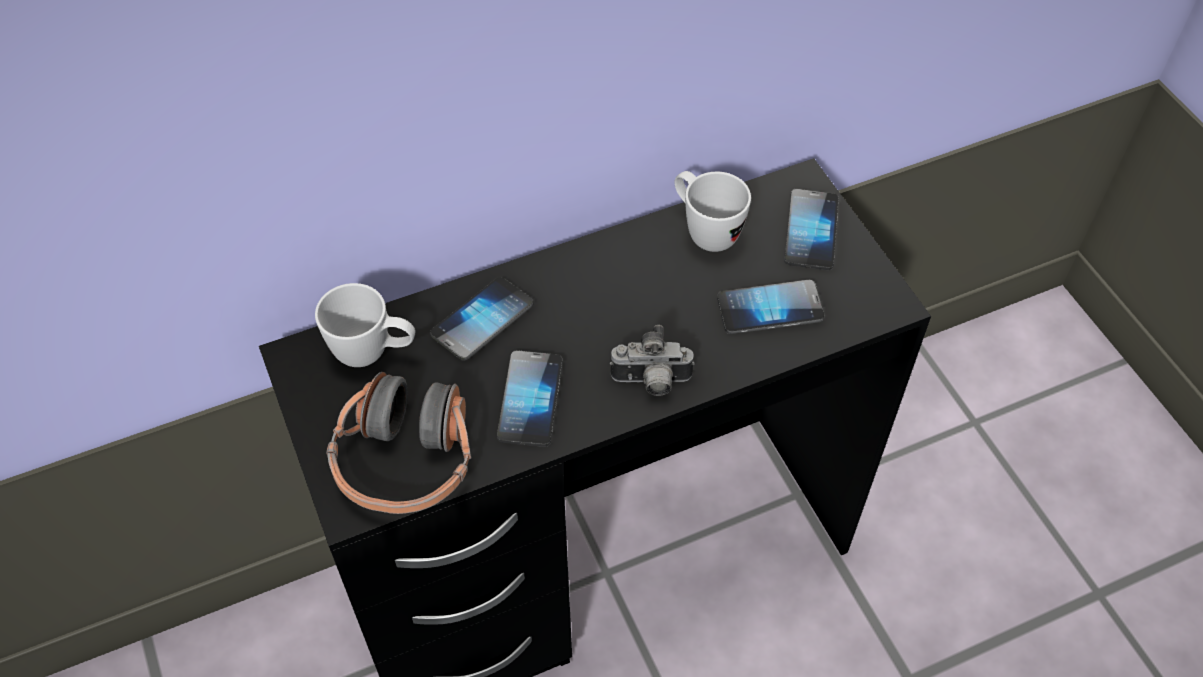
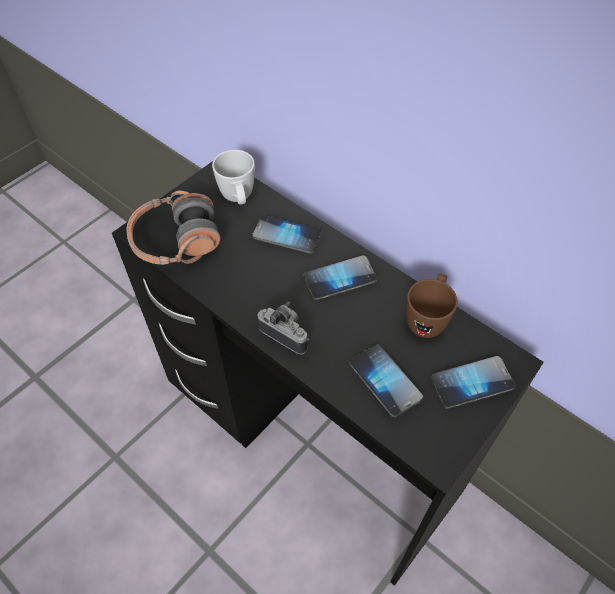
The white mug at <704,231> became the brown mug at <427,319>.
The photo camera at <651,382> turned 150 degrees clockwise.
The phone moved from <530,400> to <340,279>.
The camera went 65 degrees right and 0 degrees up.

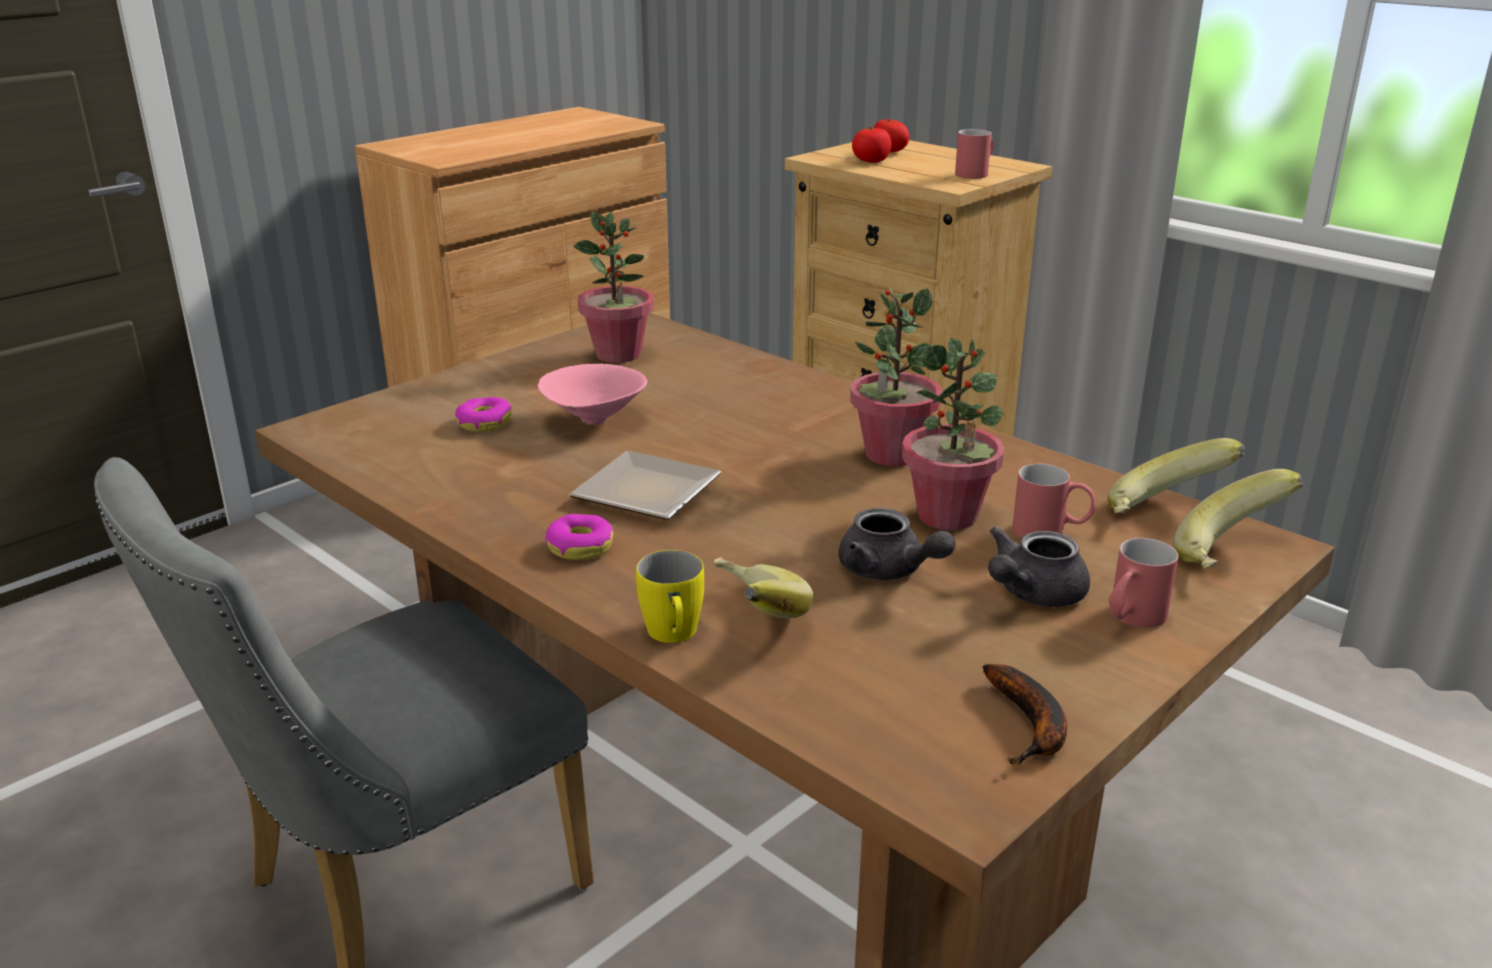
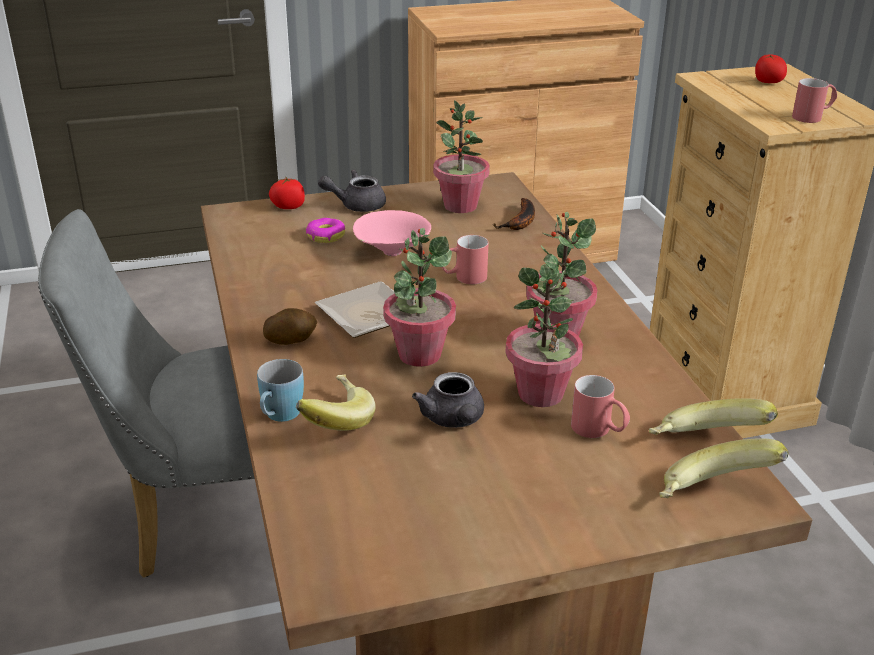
The tomato moved from <870,161> to <288,206>.
The donut at <580,547> was replaced by the potato at <291,339>.
The grey teapot moved from <1032,594> to <356,205>.
The red mug moved from <1131,619> to <463,278>.
The yellow mug at <674,636> became the blue mug at <279,416>.
The banana moved from <1030,726> to <520,222>.
The potted plant at <419,354> appeared.
The camera went 30 degrees right and 5 degrees up.

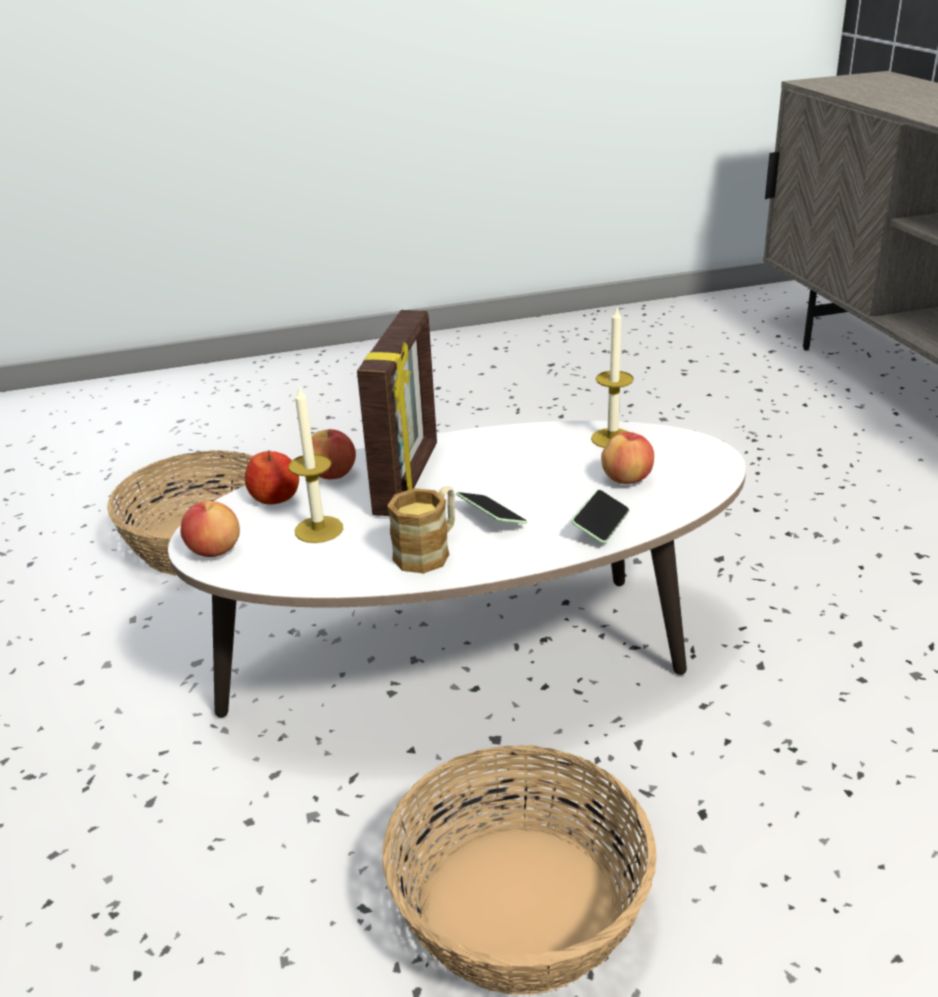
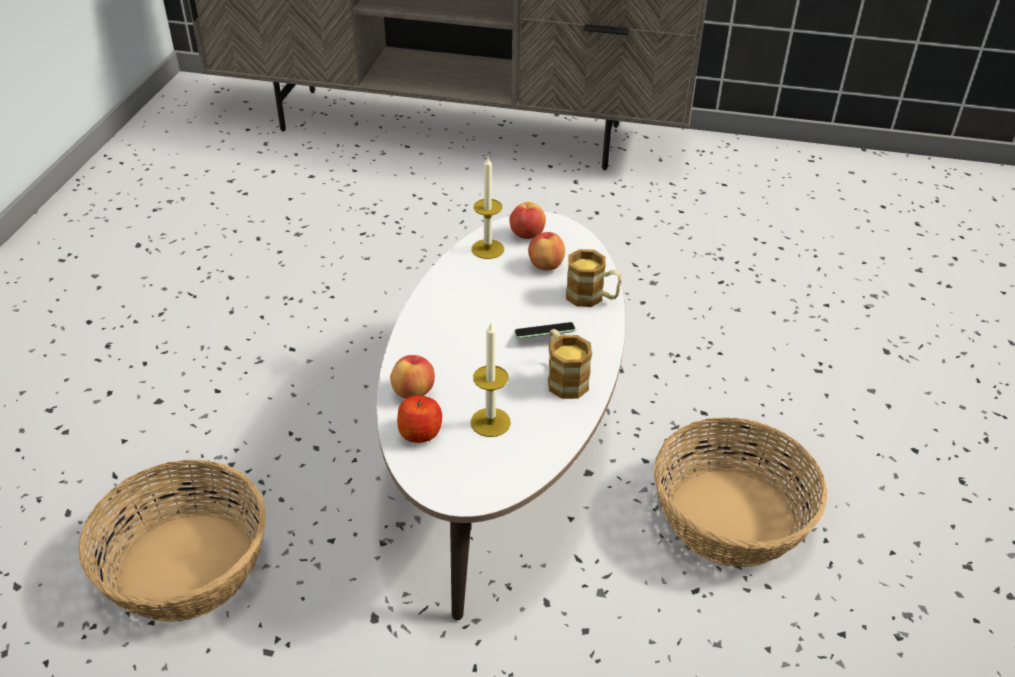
The picture frame at <409,480> disappeared.
The phone at <600,526> was replaced by the mug at <592,297>.
The apple moved from <214,551> to <527,235>.
The camera went 65 degrees left and 10 degrees up.

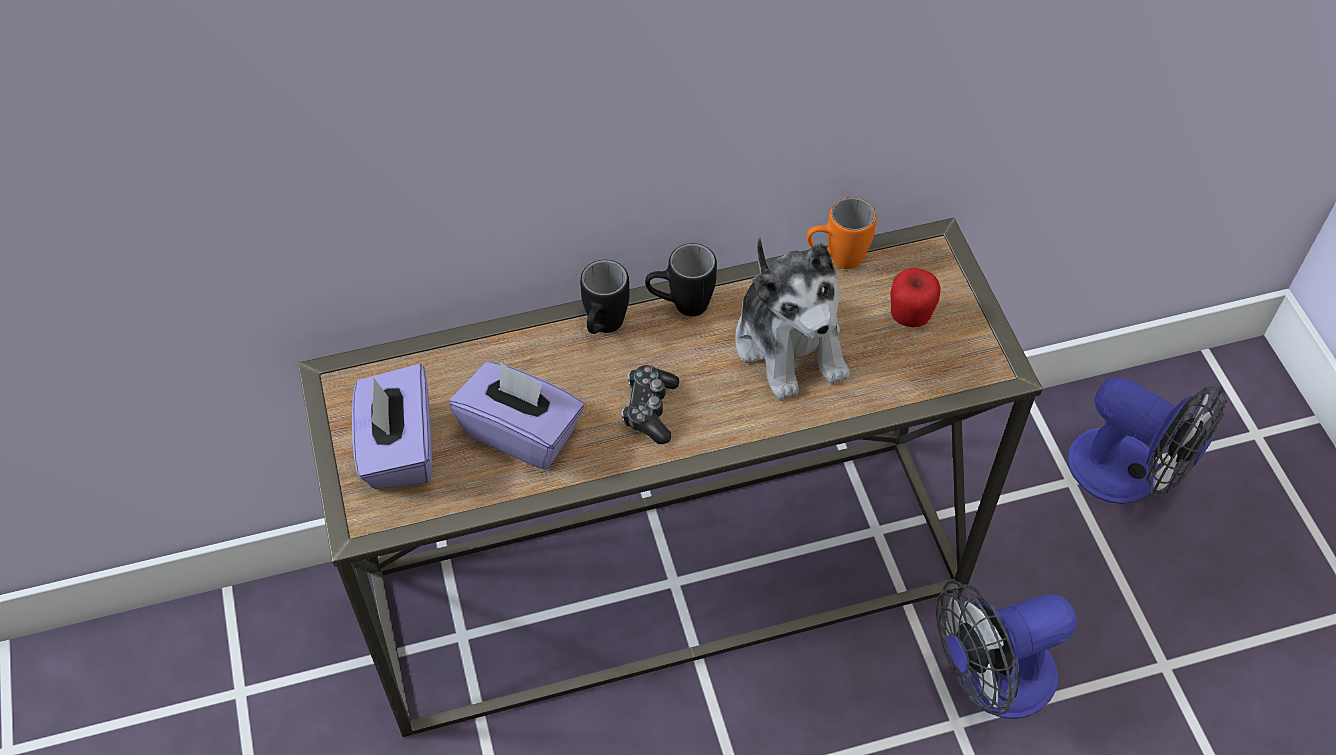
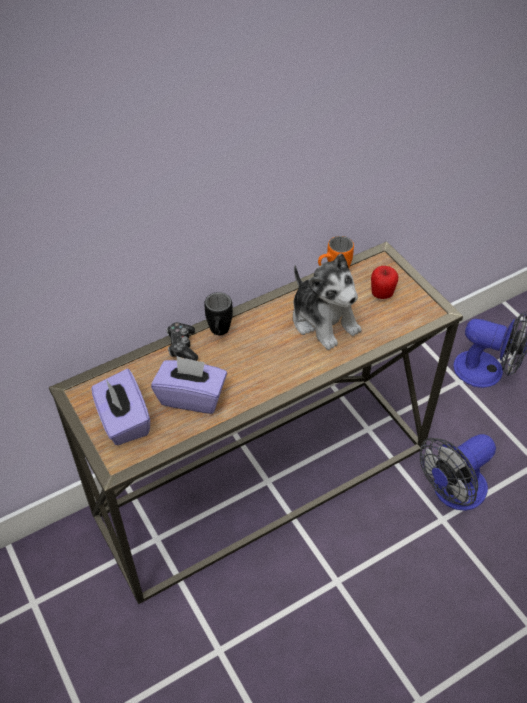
The black mug at <680,305> disappeared.
The game controller moved from <650,409> to <182,346>.
The camera went 15 degrees left and 5 degrees down.

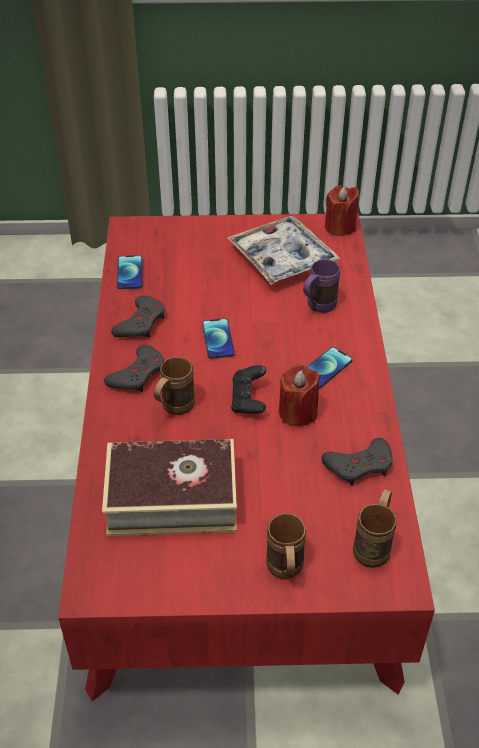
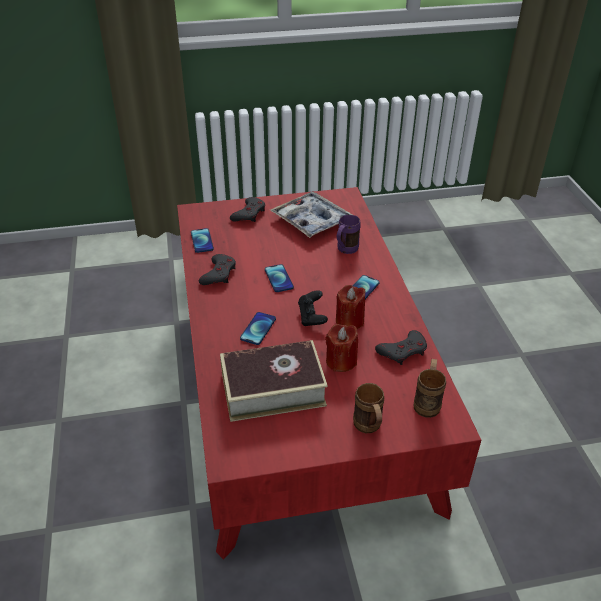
The red candle moved from <340,227> to <341,361>.
The grey game controller moved from <137,374> to <249,214>.
The brown mug at <173,409> was replaced by the phone at <258,329>.
The camera went 10 degrees left and 5 degrees down.

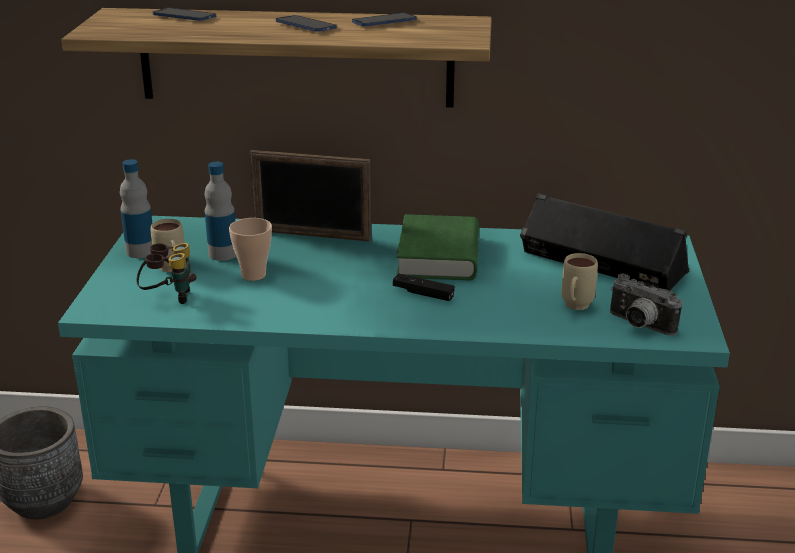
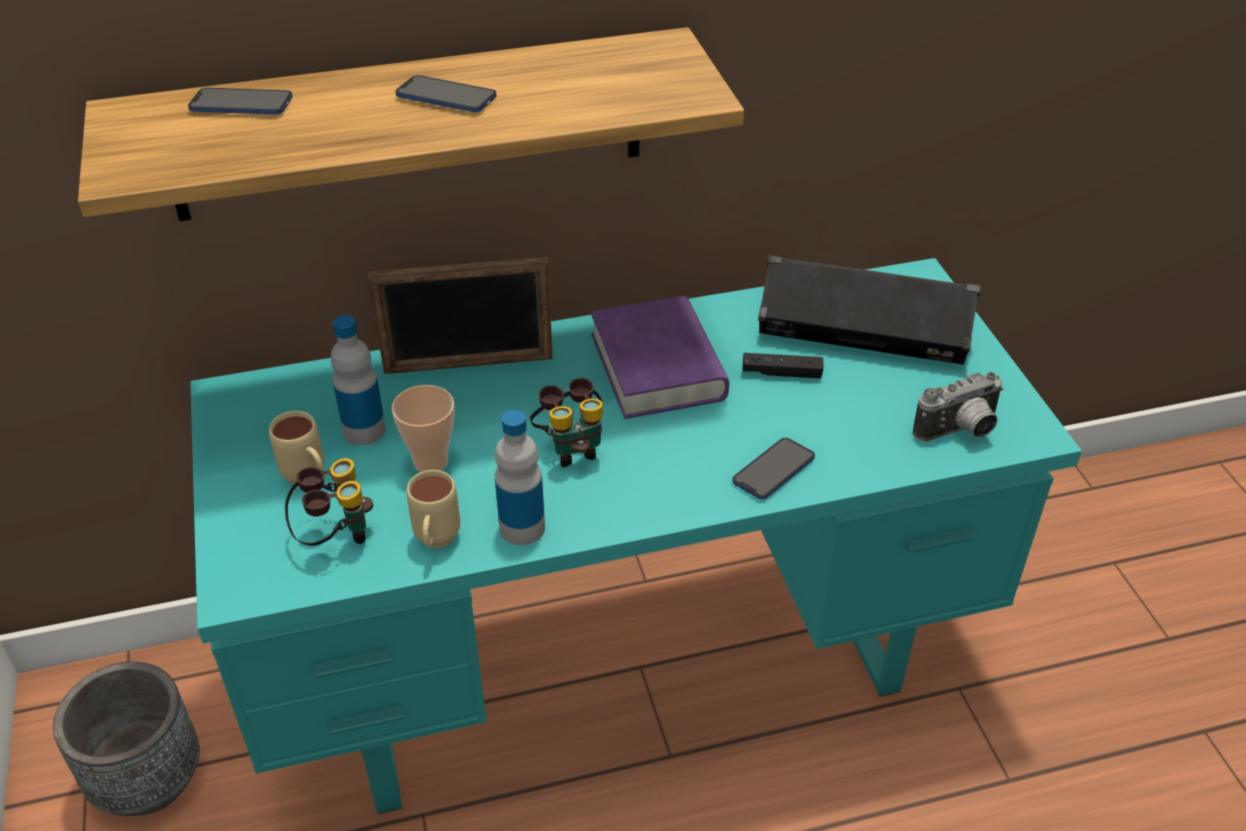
The phone moved from <384,22> to <773,470>.
The bottle moved from <140,251> to <522,528>.
The green book at <438,257> became the purple book at <657,367>.
The beige mug moved from <575,308> to <436,544>.
The black game controller moved from <423,293> to <781,373>.
The photo camera at <638,326> turned 45 degrees counterclockwise.
The binoculars at <571,447> appeared.
The camera went 20 degrees left and 15 degrees up.

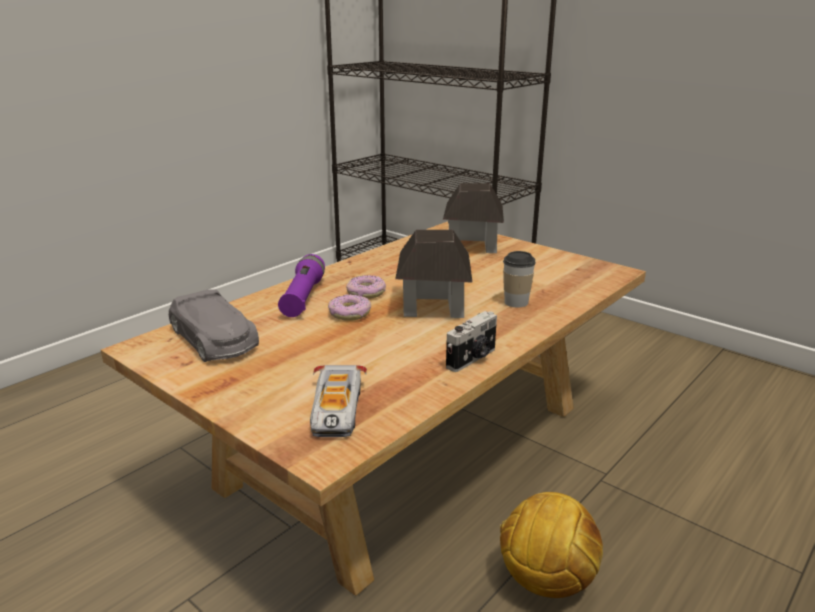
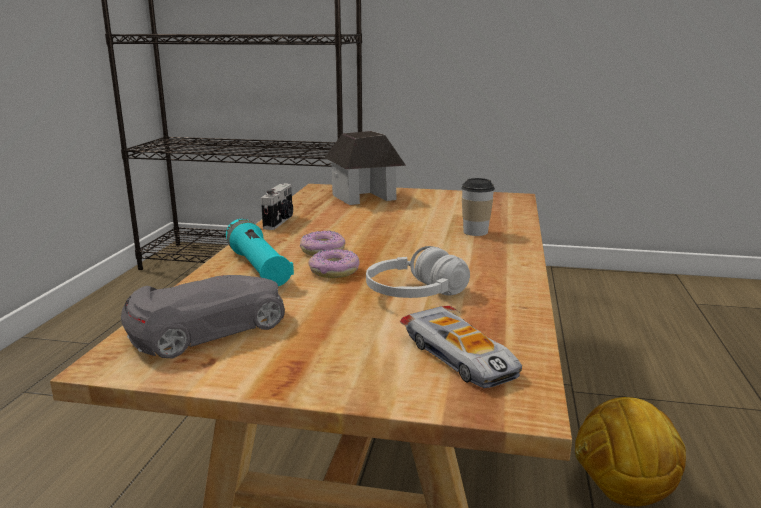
The toy house at <433,306> disappeared.
The purple flashlight at <303,297> became the turquoise flashlight at <258,267>.
The grey toy car at <214,339> turned 60 degrees counterclockwise.
The photo camera moved from <473,359> to <280,222>.
The white headphones at <415,294> appeared.
The camera went 30 degrees left and 5 degrees down.

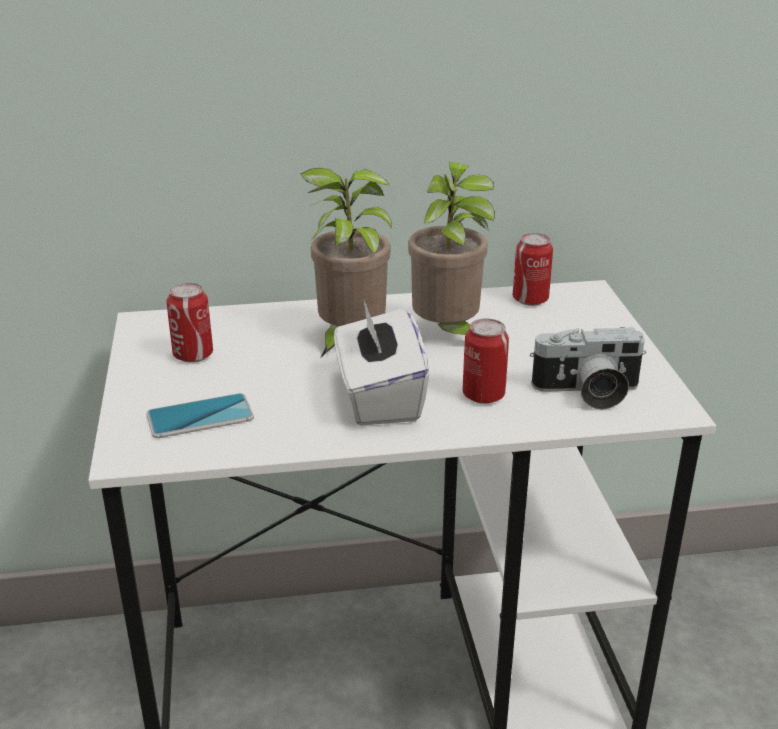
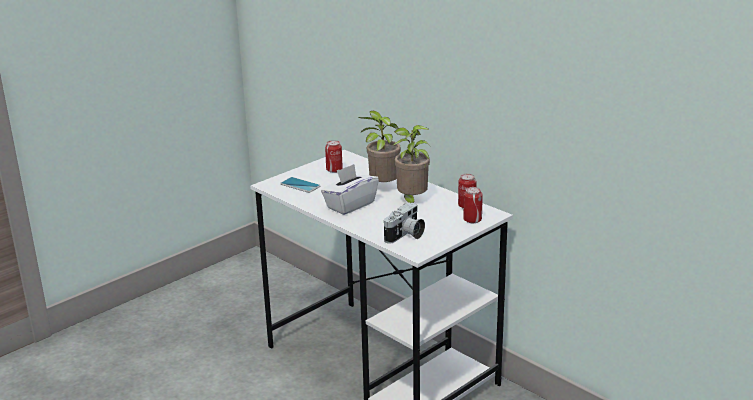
The can moved from <483,395> to <472,220>.
The photo camera at <587,393> turned 105 degrees counterclockwise.
The camera went 55 degrees right and 5 degrees down.

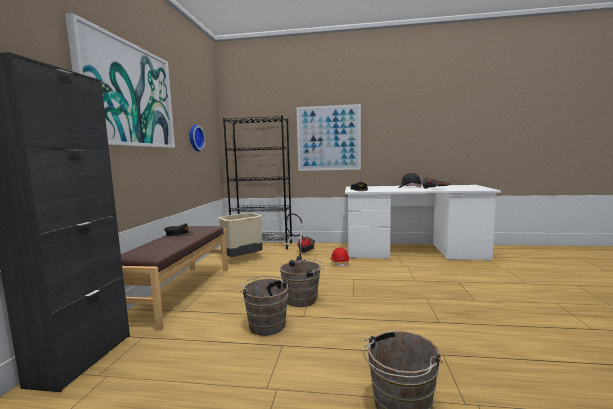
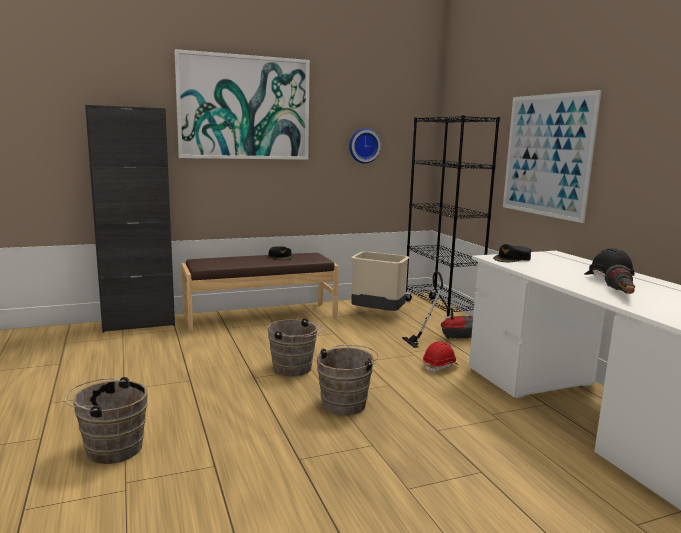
The brown bucket moved from <266,324> to <346,403>.
The camera went 60 degrees right and 5 degrees up.

